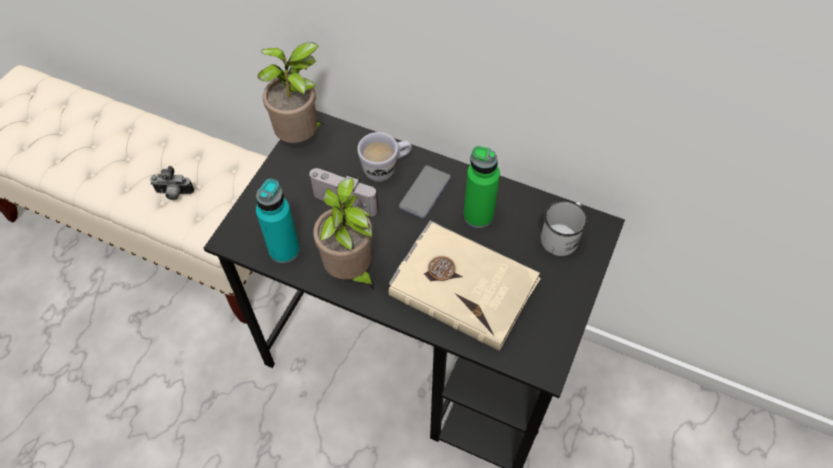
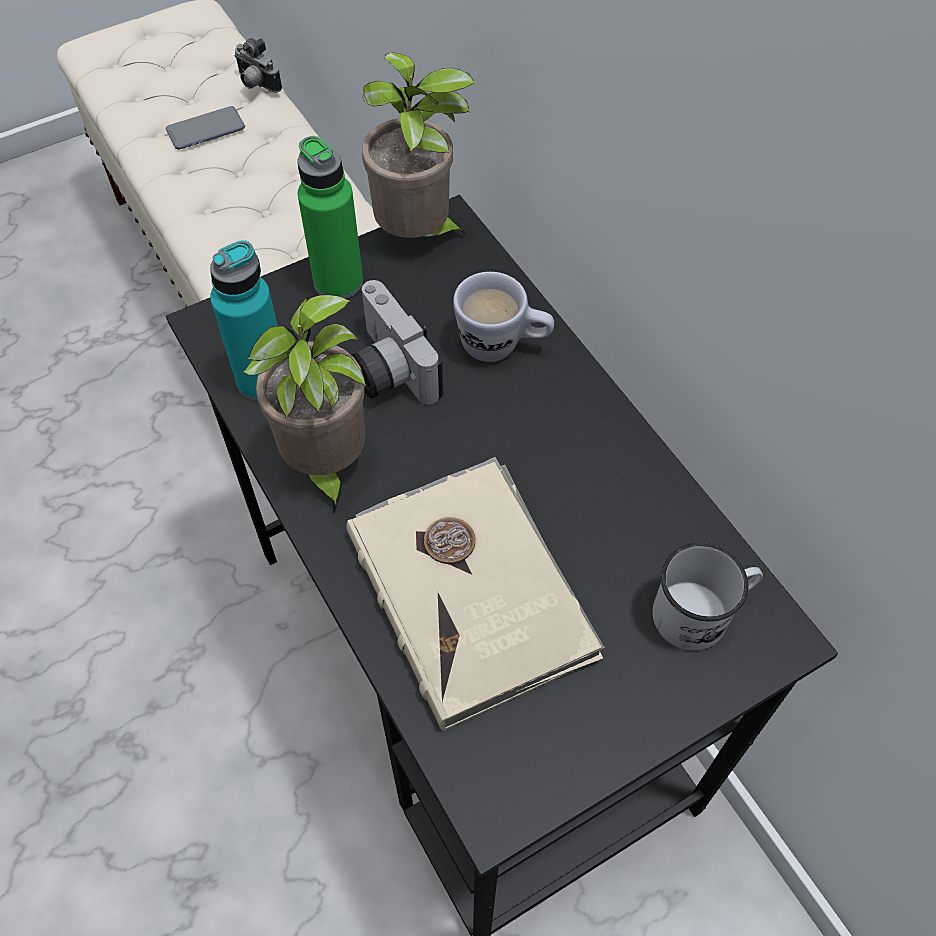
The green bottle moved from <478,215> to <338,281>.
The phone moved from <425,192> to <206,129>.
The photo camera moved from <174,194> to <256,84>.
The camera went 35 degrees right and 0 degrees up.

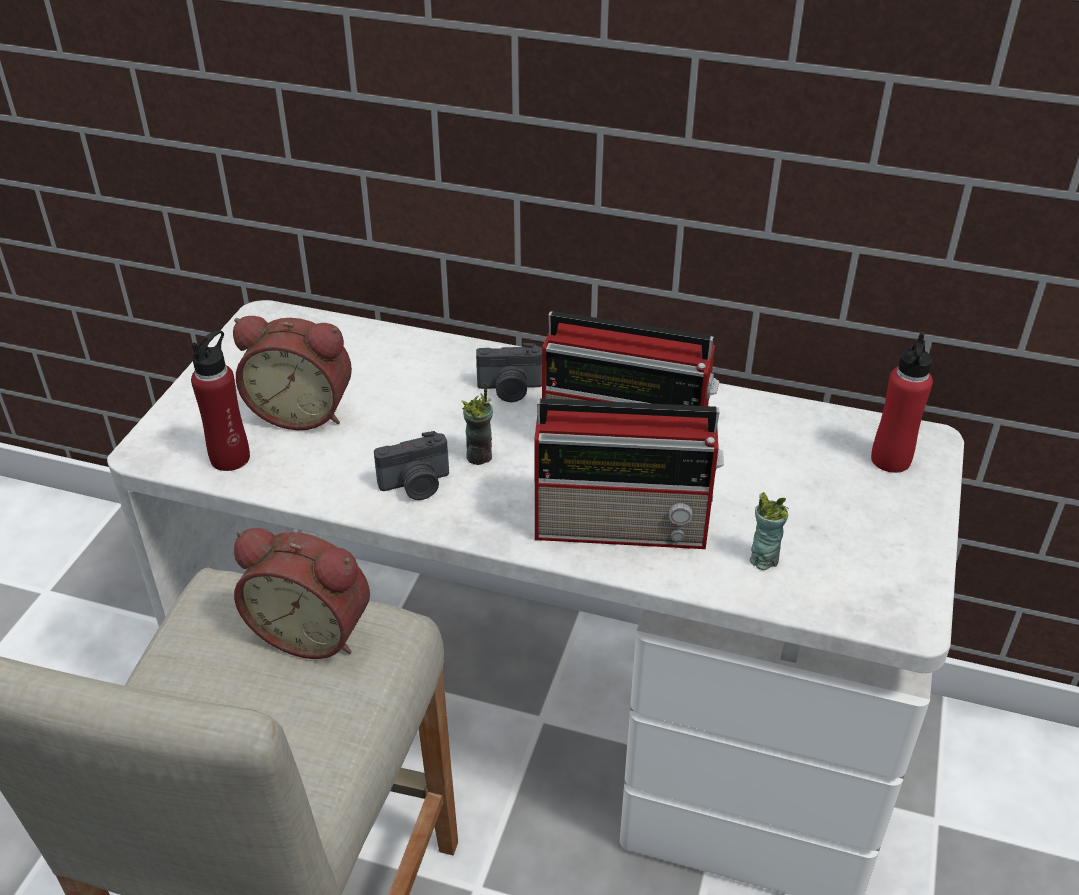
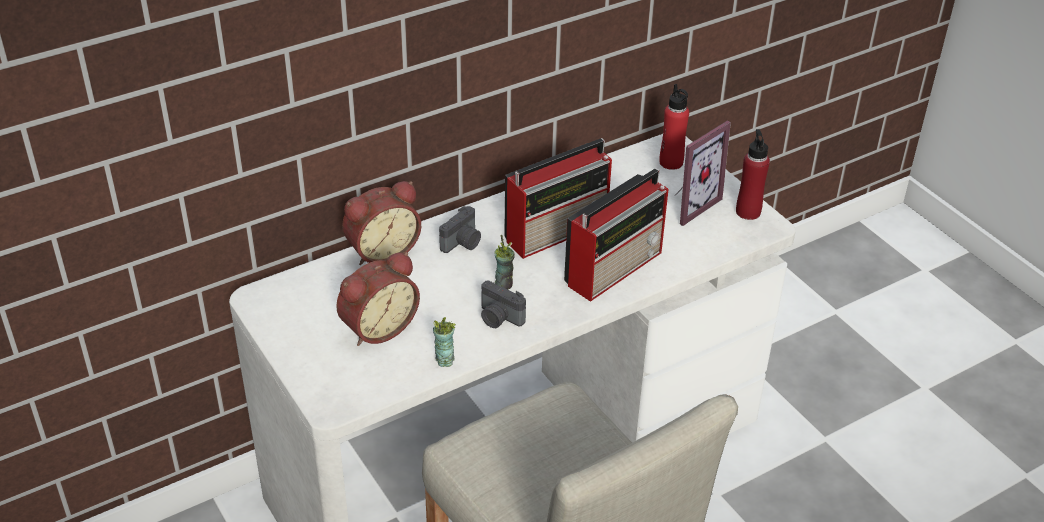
The red bottle moved from <230,458> to <748,212>.
The photo camera at <416,485> turned 105 degrees clockwise.
The cup moved from <763,559> to <444,360>.
The alarm clock moved from <313,630> to <381,250>.
The picture frame at <688,204> appeared.
The camera went 50 degrees left and 0 degrees up.

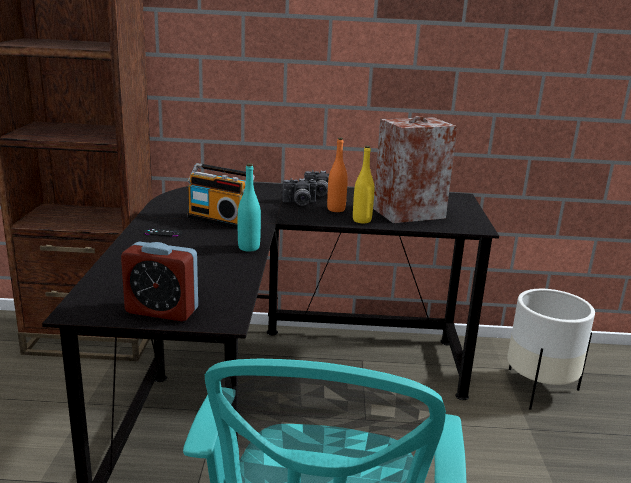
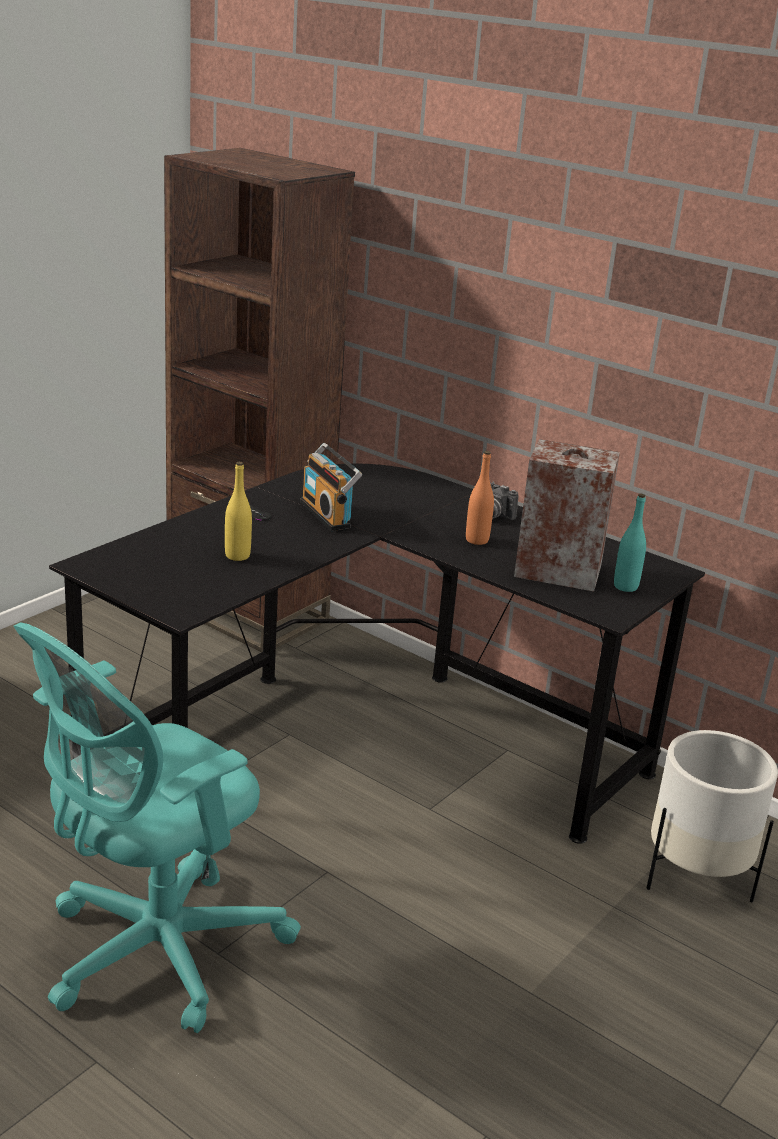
The yellow bottle moved from <362,220> to <237,556>.
The turquoise bottle moved from <249,248> to <625,586>.
The photo camera at <299,203> disappeared.
The alarm clock at <162,311> disappeared.
The camera went 35 degrees right and 5 degrees up.

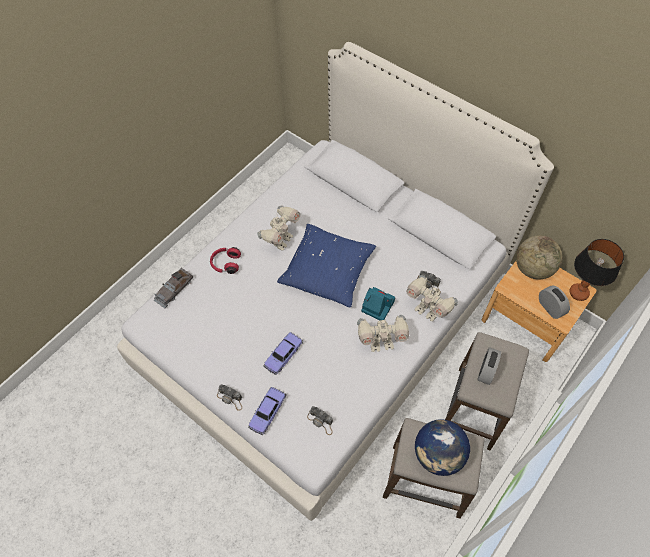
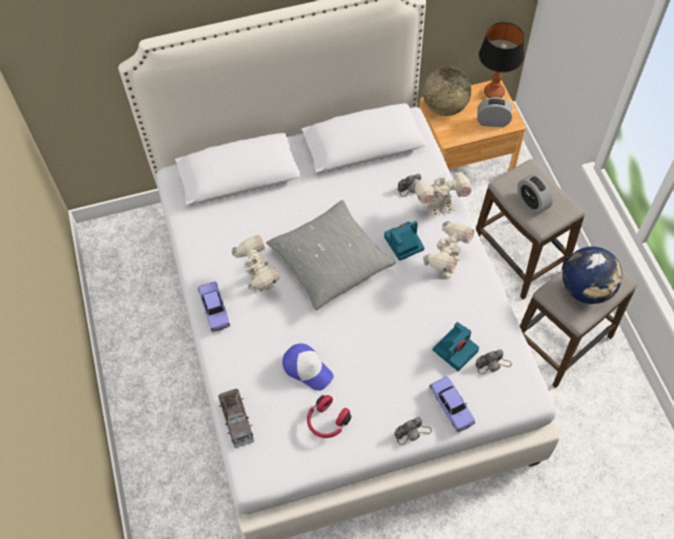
The blue pillow at <327,270> became the grey pillow at <330,261>.
The red headphones moved from <225,263> to <327,421>.
The toy car moved from <283,355> to <214,309>.
The photo camera at <455,349> appeared.
The cap at <307,369> appeared.
The camera went 55 degrees left and 0 degrees up.

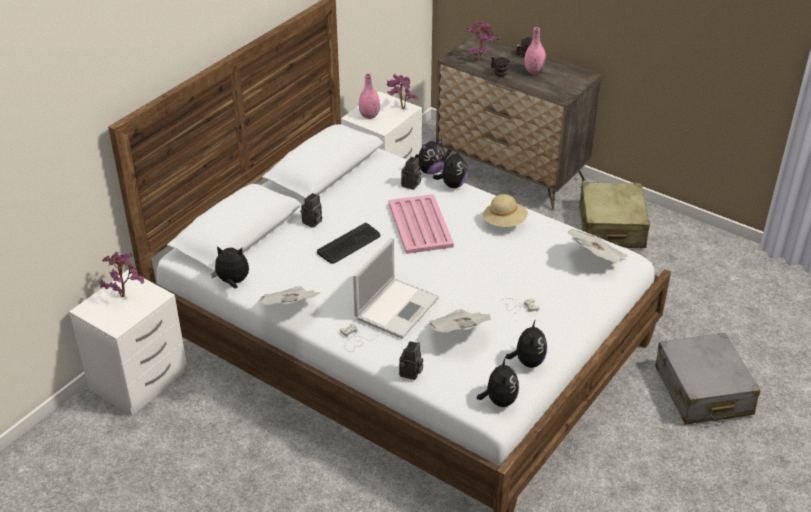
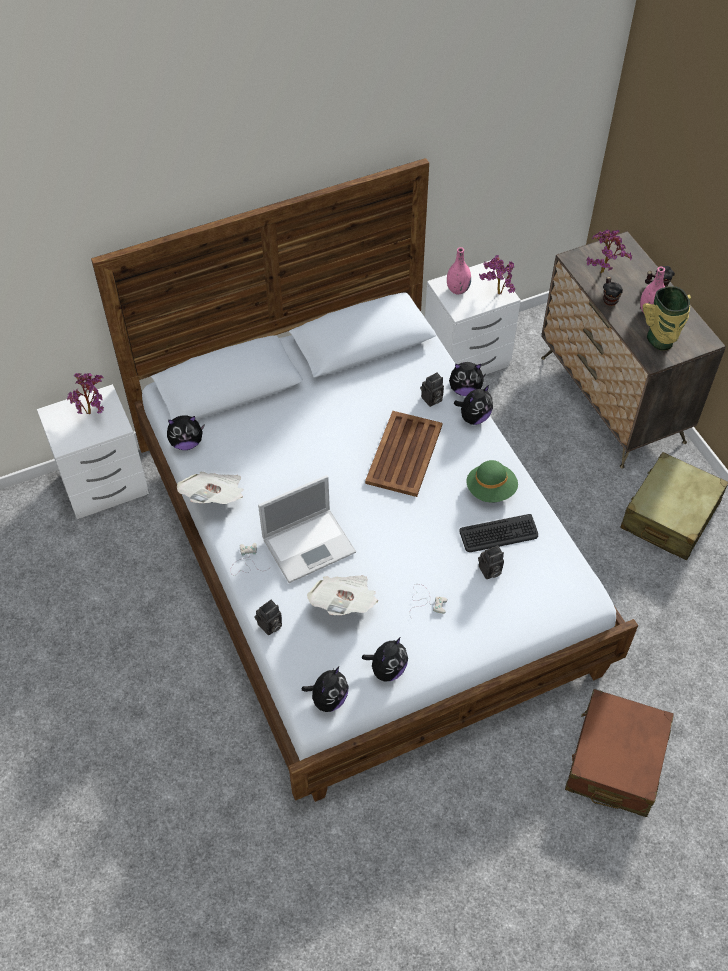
The photo camera moved from <312,222> to <489,571>.
The pink tray at <420,225> became the brown tray at <403,455>.
The beige hat at <504,223> became the green hat at <491,490>.
The keyboard moved from <349,244> to <499,534>.
The newspaper at <596,259> disappeared.
The plush toy at <233,282> turned 135 degrees clockwise.
The grey suitcase at <702,391> became the brown suitcase at <615,761>.
The vase at <660,341> appeared.
The camera went 30 degrees right and 15 degrees up.

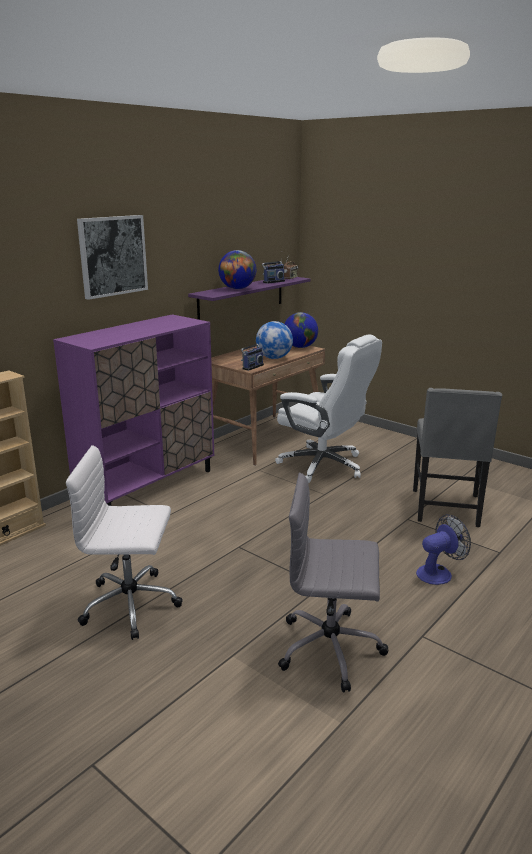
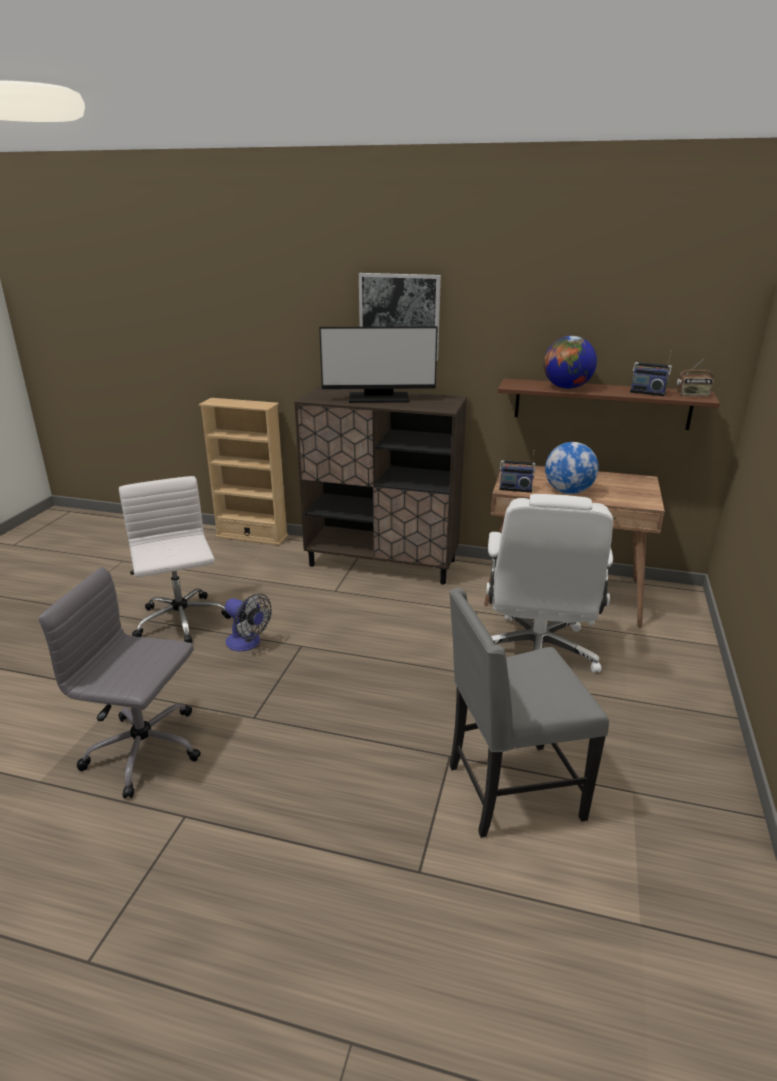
The purple shelf at <241,298> became the brown shelf at <601,404>.
The globe at <300,347> disappeared.
The purple cabinet at <148,485> became the brown cabinet at <383,563>.
The grey office chair at <331,648> turned 60 degrees counterclockwise.
The fan moved from <439,572> to <247,643>.
The monitor at <378,398> appeared.
The camera went 65 degrees right and 5 degrees up.

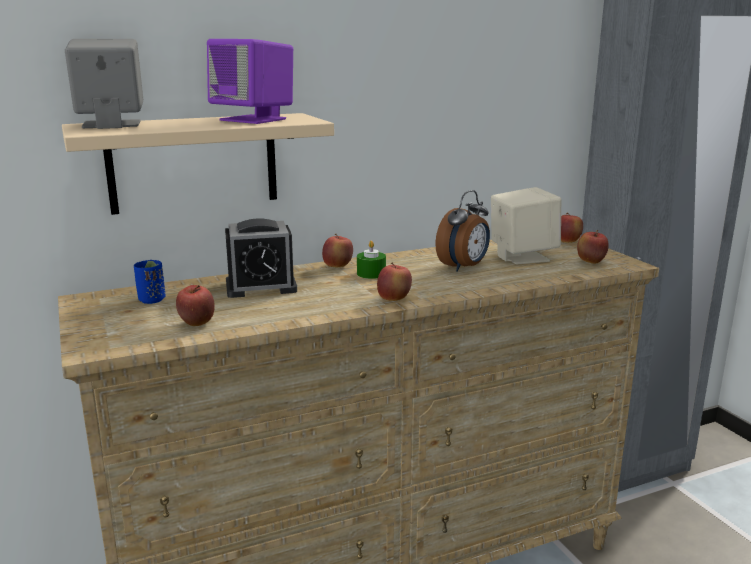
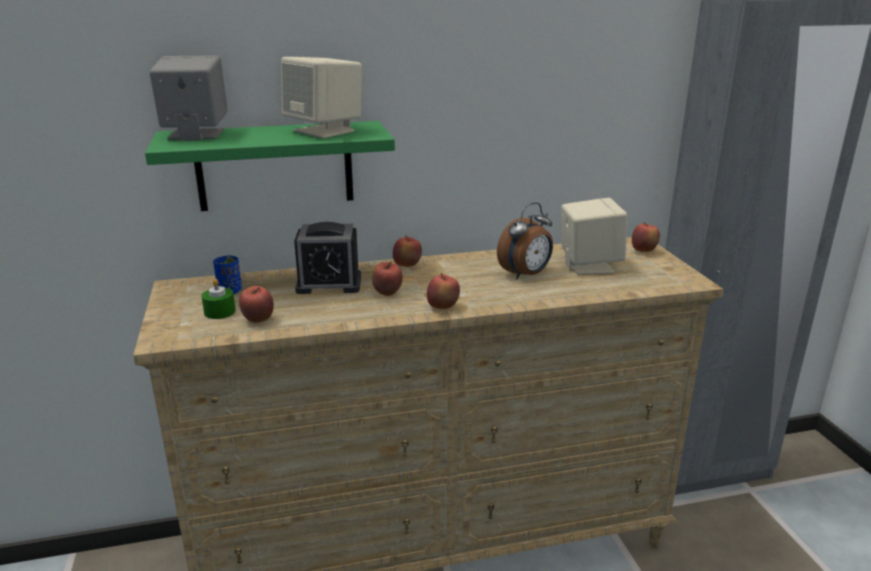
The purple speaker at <254,119> became the beige speaker at <325,131>.
The beige shelf at <193,163> became the green shelf at <275,166>.
The apple moved from <591,262> to <387,294>.
The green candle moved from <371,274> to <219,312>.
The camera went 10 degrees right and 5 degrees up.

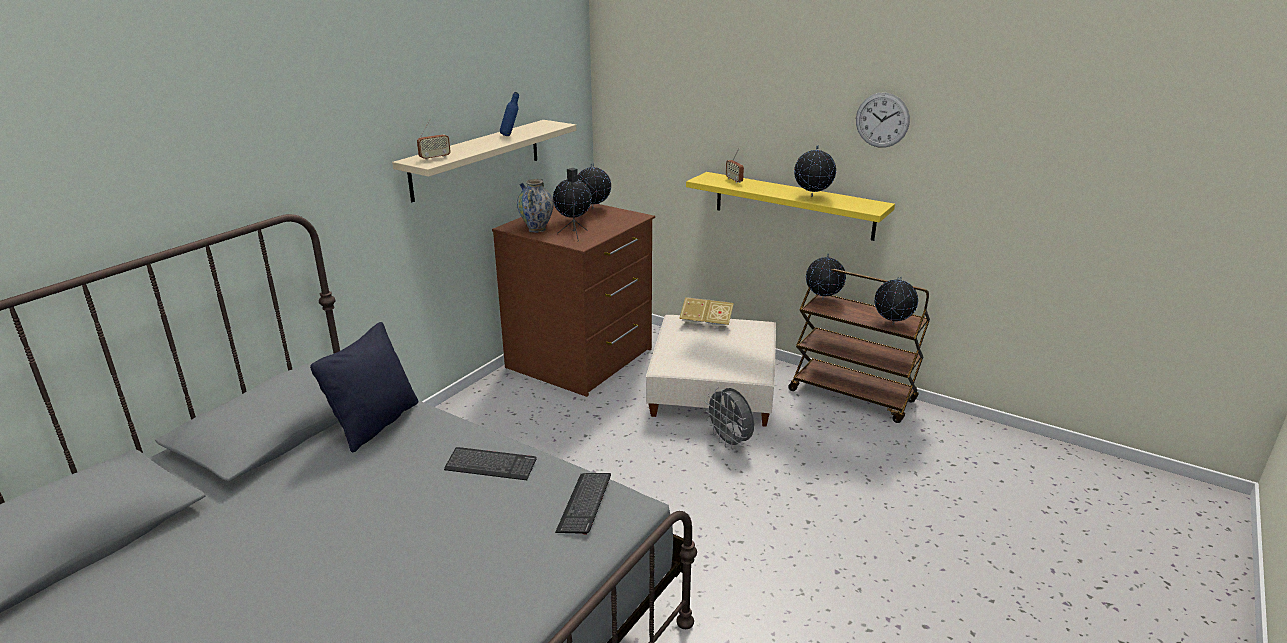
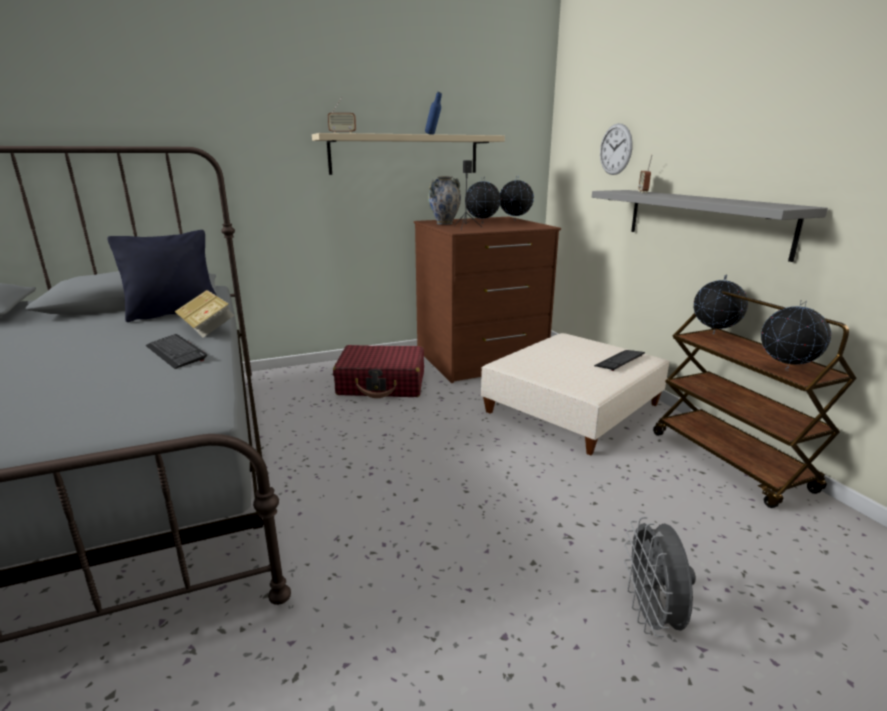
The wall clock moved from <882,120> to <615,149>.
The globe at <812,196> disappeared.
The yellow shelf at <793,205> became the grey shelf at <703,221>.
The book moved from <706,323> to <207,328>.
The grey fan moved from <730,442> to <652,617>.
The keyboard moved from <584,504> to <619,361>.
The red suitcase at <382,384> appeared.
The camera went 35 degrees right and 5 degrees down.

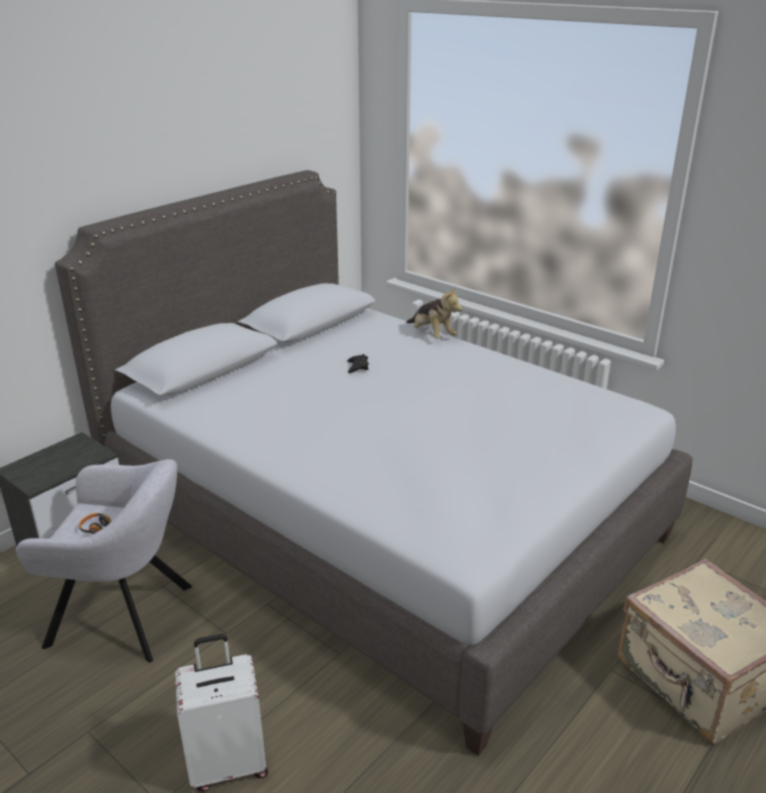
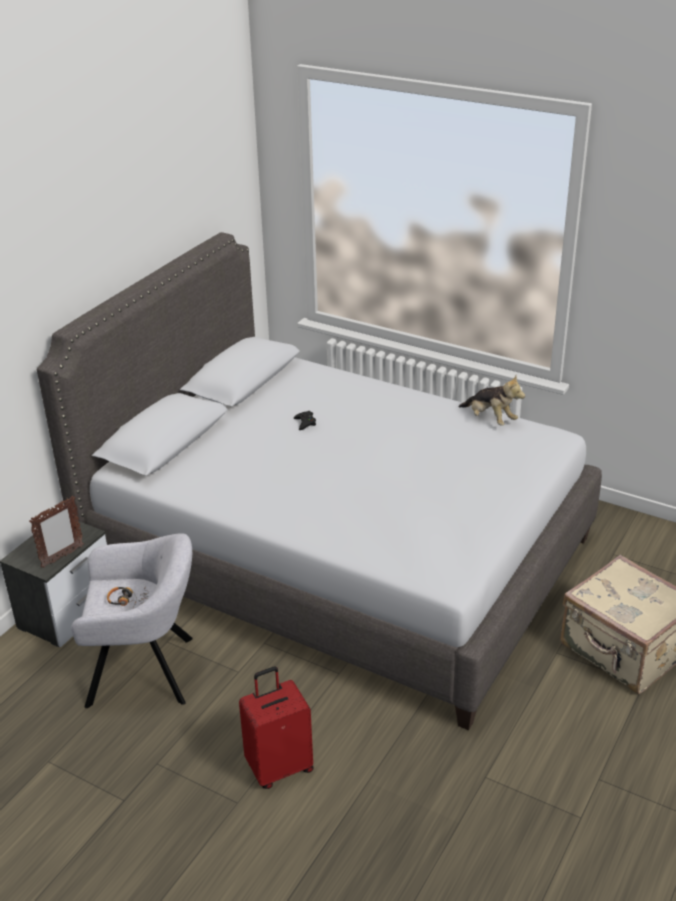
The plush toy moved from <432,335> to <490,419>.
The white suitcase at <228,763> became the red suitcase at <279,767>.
The picture frame at <62,557> appeared.
The camera went 10 degrees left and 5 degrees up.

